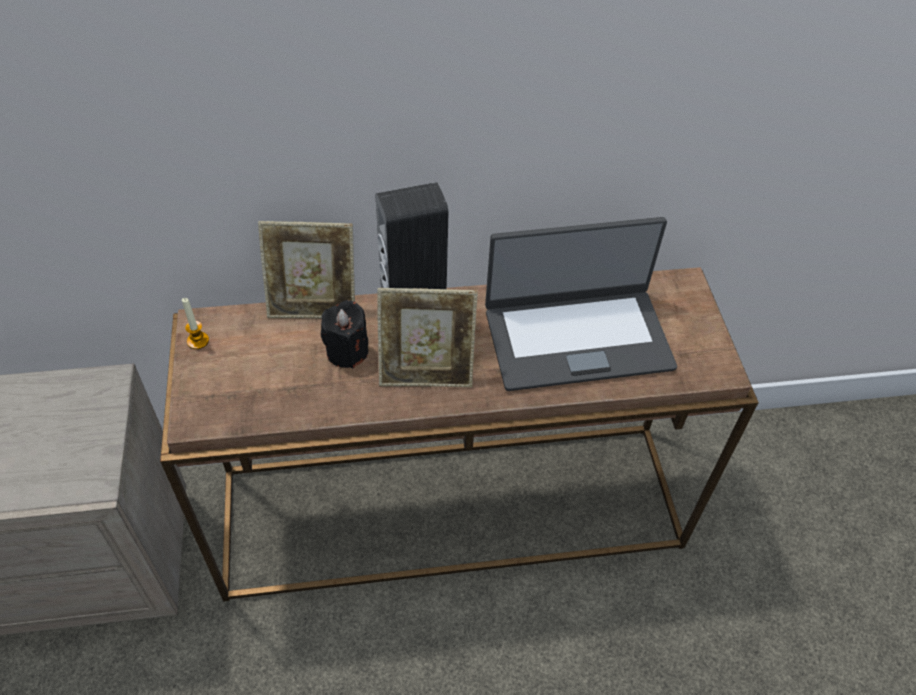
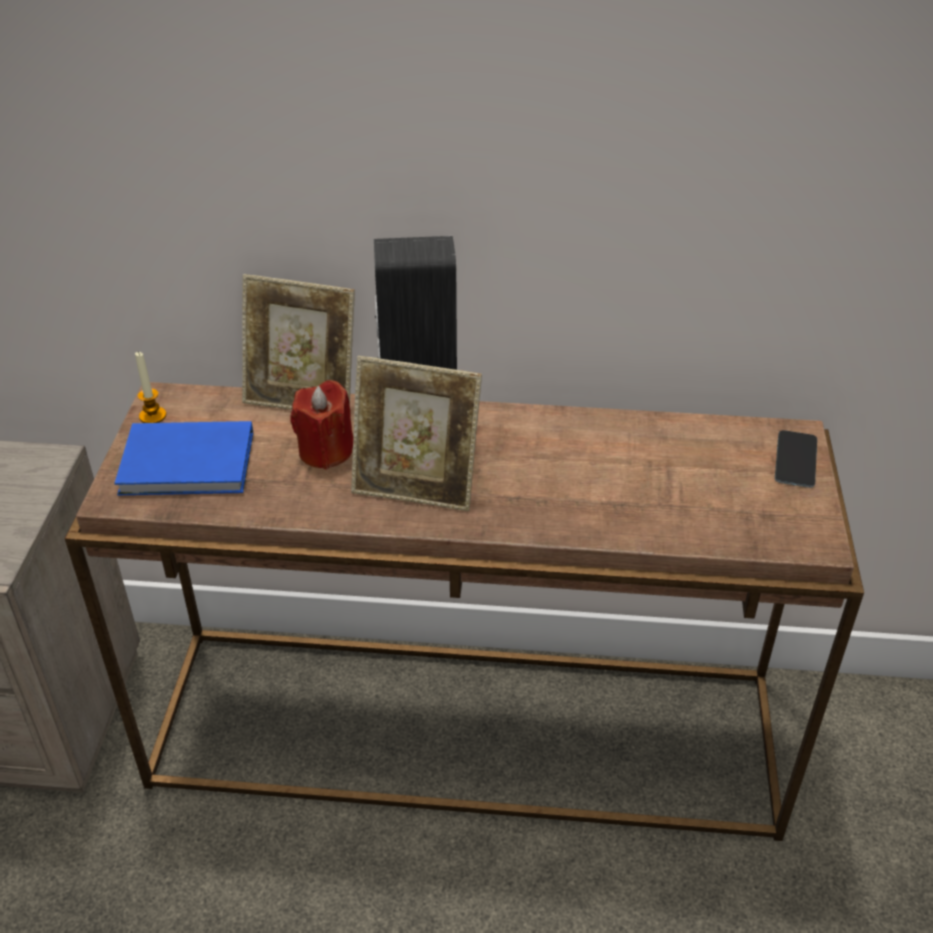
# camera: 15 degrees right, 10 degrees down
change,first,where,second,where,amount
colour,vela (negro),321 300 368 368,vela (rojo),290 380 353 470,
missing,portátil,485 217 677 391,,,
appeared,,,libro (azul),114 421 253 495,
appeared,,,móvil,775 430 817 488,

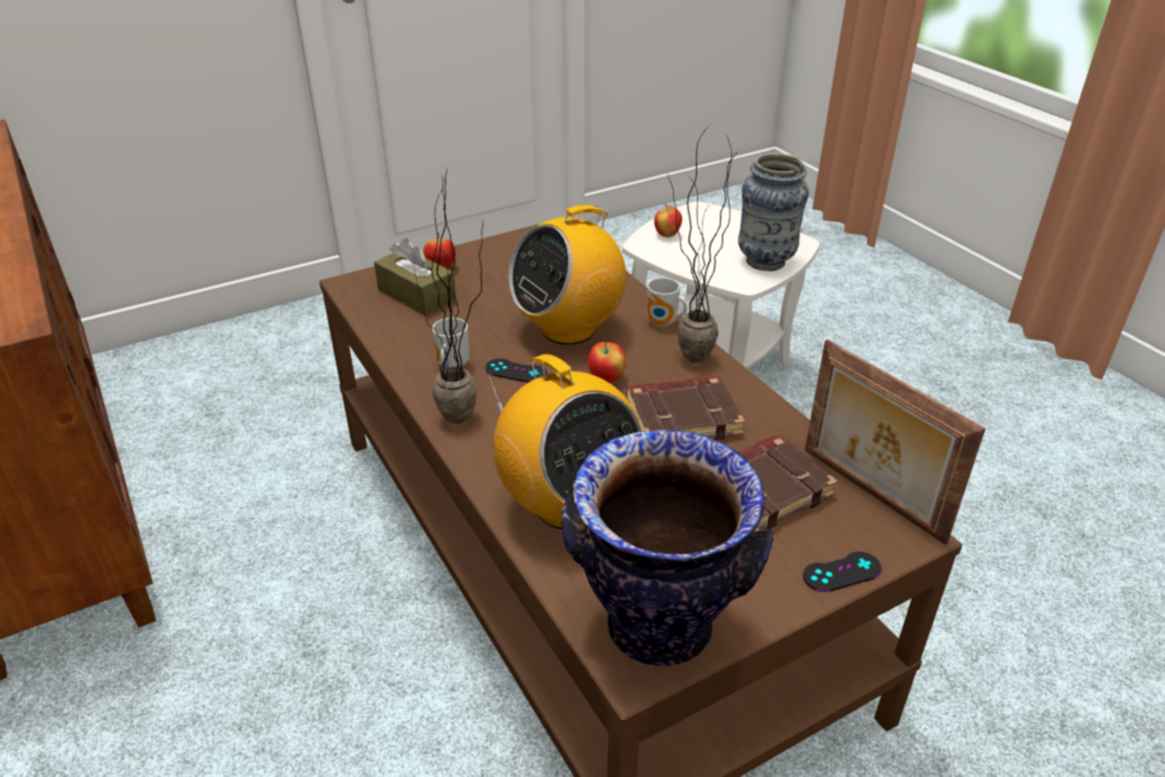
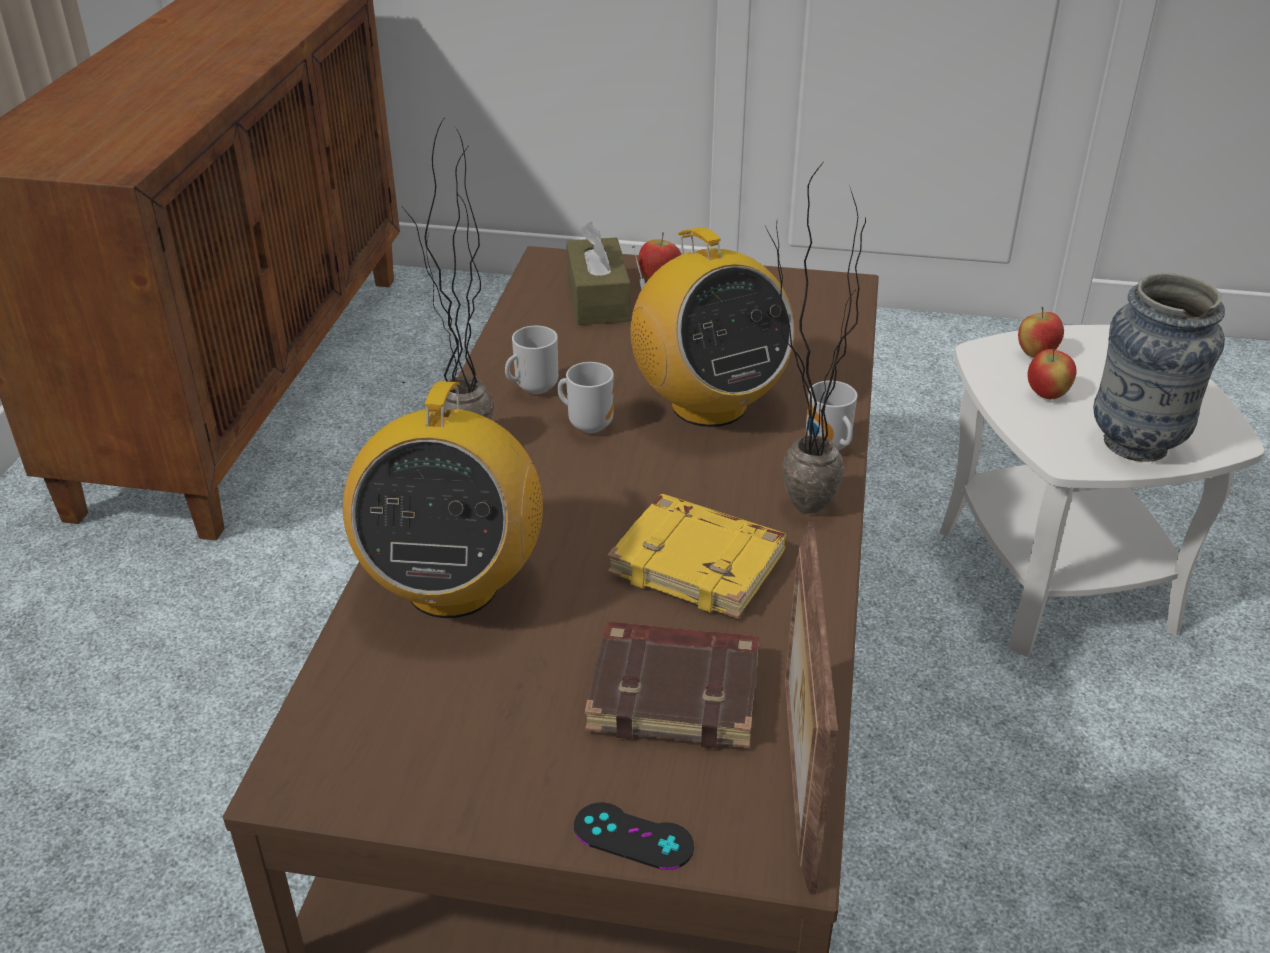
# camera: 40 degrees right, 0 degrees up
change,first,where,second,where,amount
exchanged,mando de consola (negro),485 359 547 383,taza grande,557 362 614 433,
spun,radio,509 205 626 345,,630 227 795 427,120 degrees counterclockwise
missing,florero,561 430 774 666,,,
relocated,manzana,587 342 626 383,,1028 349 1077 399,
colour,libro (marrón),626 375 745 440,libro (amarillo),607 494 787 619,

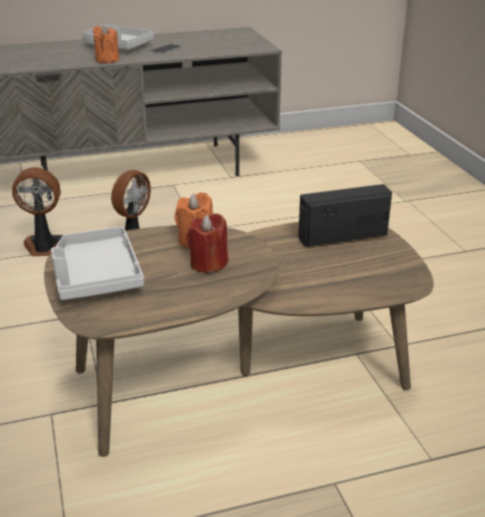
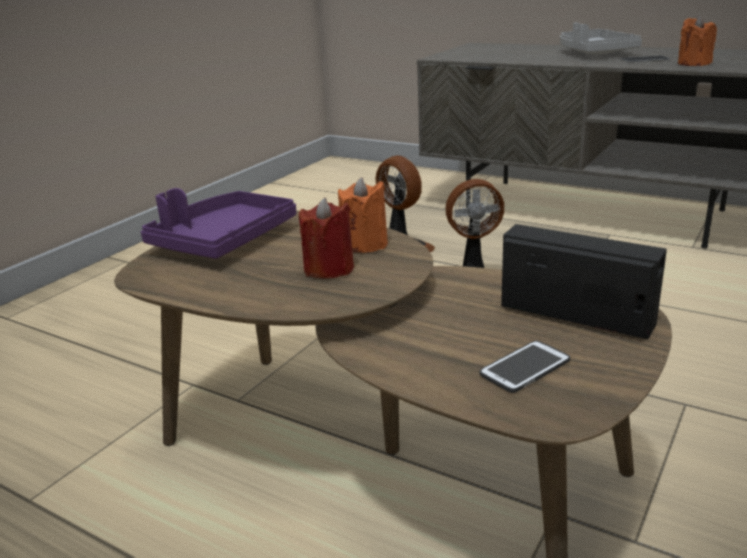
# camera: 50 degrees right, 5 degrees down
change,first,where,second,where,amount
colour,bandeja (gris),51 226 144 300,bandeja (morado),141 188 296 259,
relocated,vela (naranja),93 25 119 63,,678 16 717 66,
appeared,,,móvil,479 340 570 393,

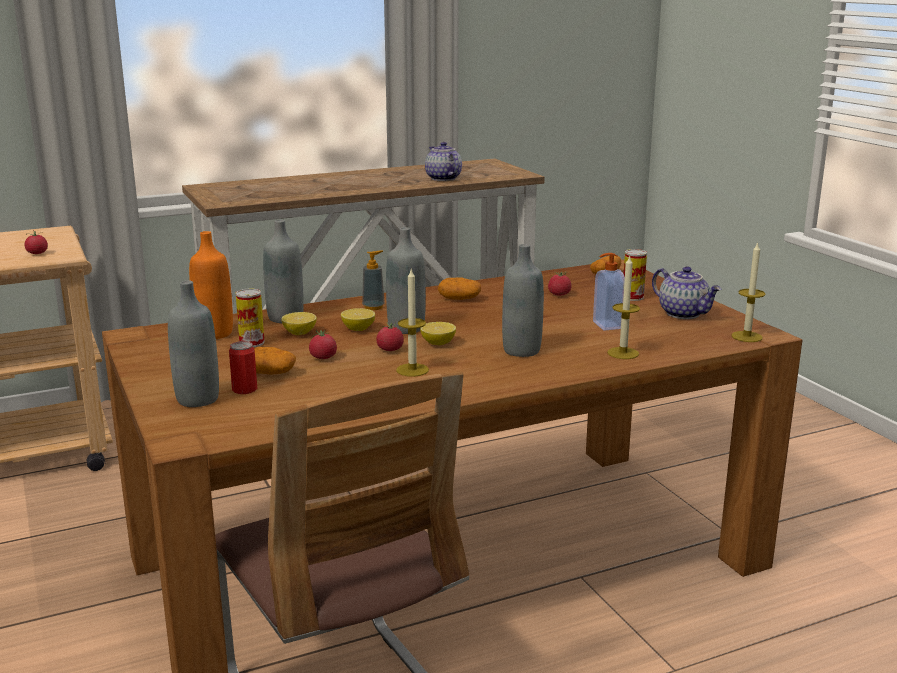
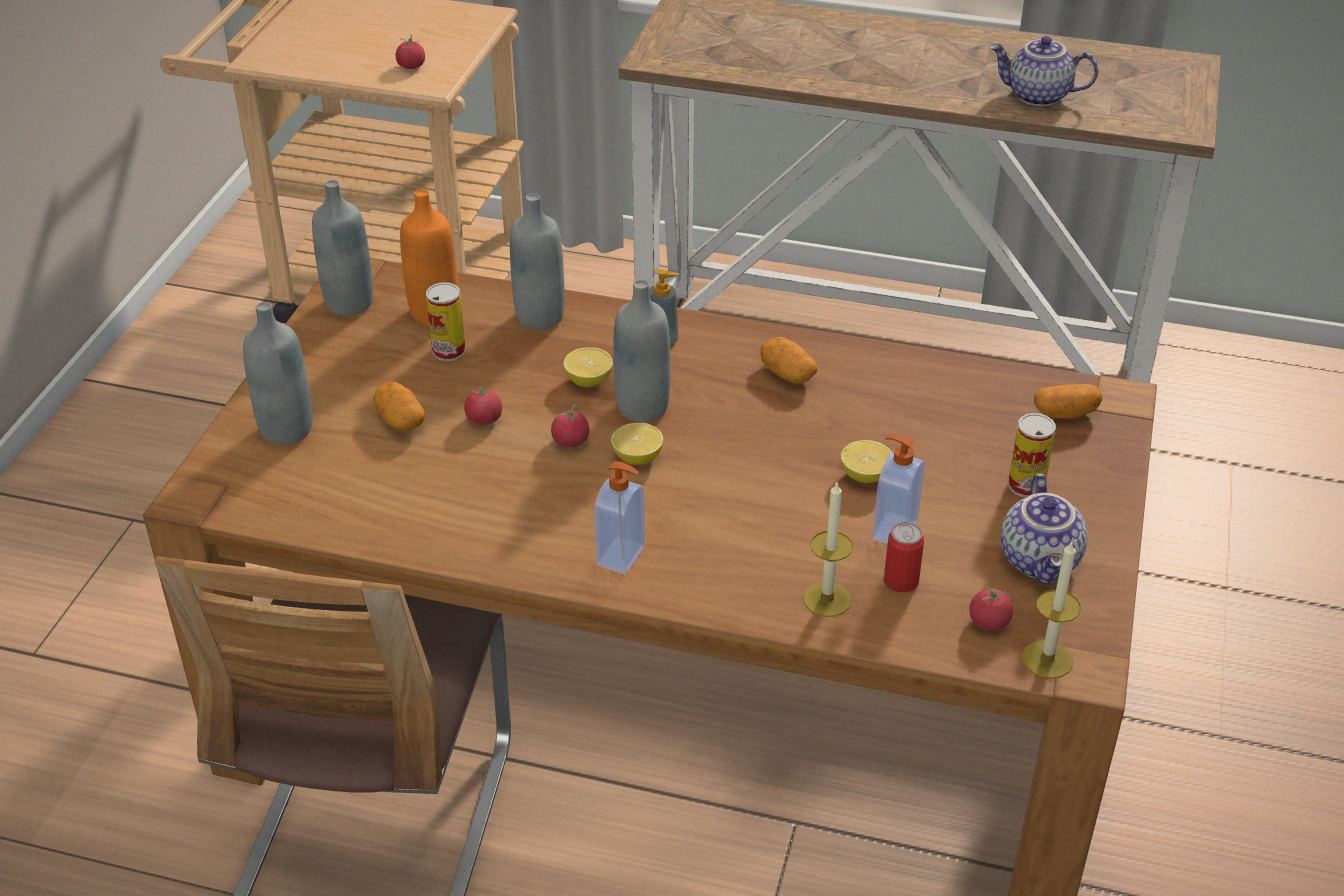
# camera: 40 degrees right, 20 degrees up
change,first,where,second,where,amount
relocated,lata,229 341 257 394,,884 522 924 593,
relocated,limón,281 312 317 335,,841 440 892 483,
missing,vela,396 269 429 377,,,
spun,tetera,425 142 462 181,,990 36 1098 107,90 degrees counterclockwise
relocated,botella (gris),502 244 544 357,,312 180 373 316,
relocated,tomate,548 272 571 296,,969 586 1013 631,
appeared,,,dispensador de jabón,594 461 645 574,

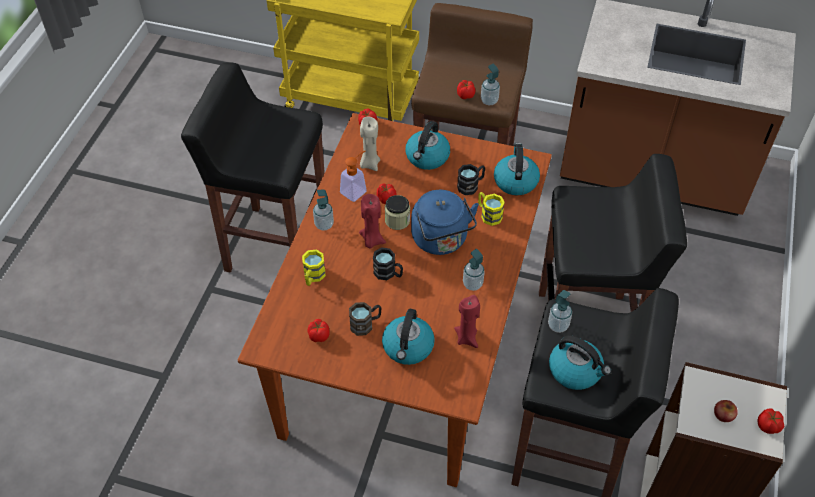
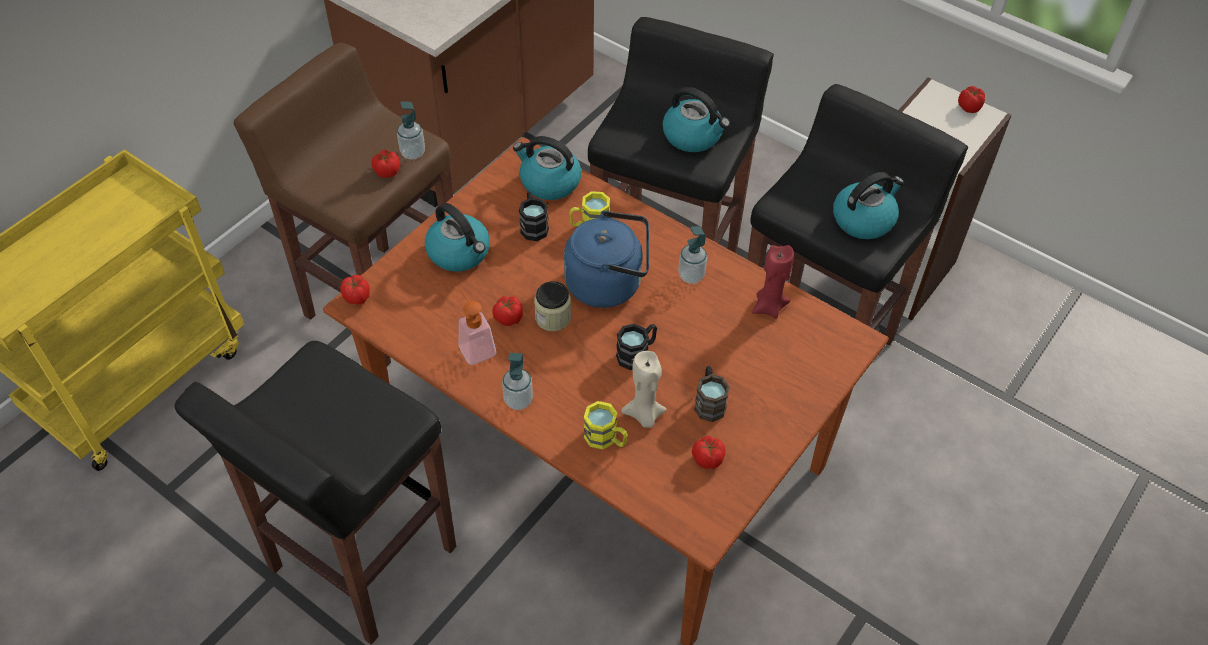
# camera: 70 degrees left, 0 degrees up
change,first,where,second,where,amount
missing,vela (rojo),359 194 386 249,,,
relocated,vela (beis),360 117 380 171,,621 351 667 428,
relocated,hervidor,382 309 435 365,,663 87 730 152,
missing,dispensador de jabón,548 290 572 333,,,
missing,manzana,714 400 738 422,,,

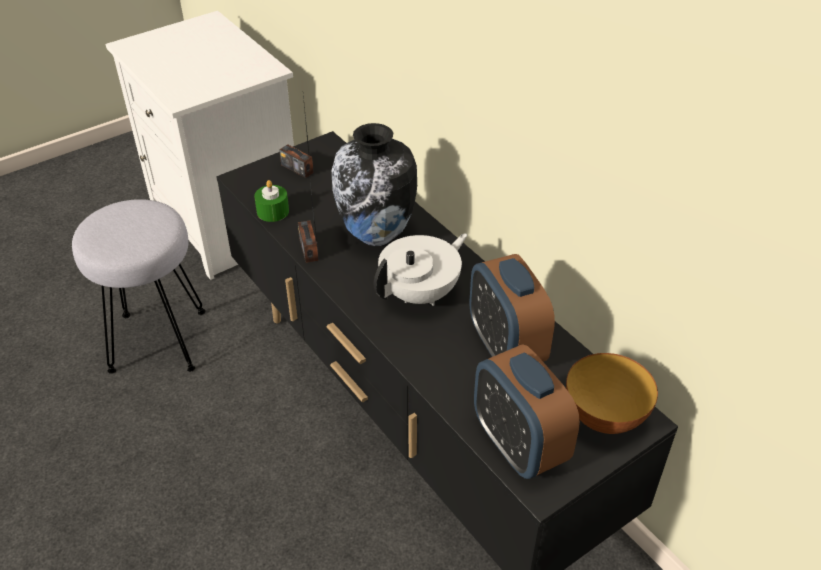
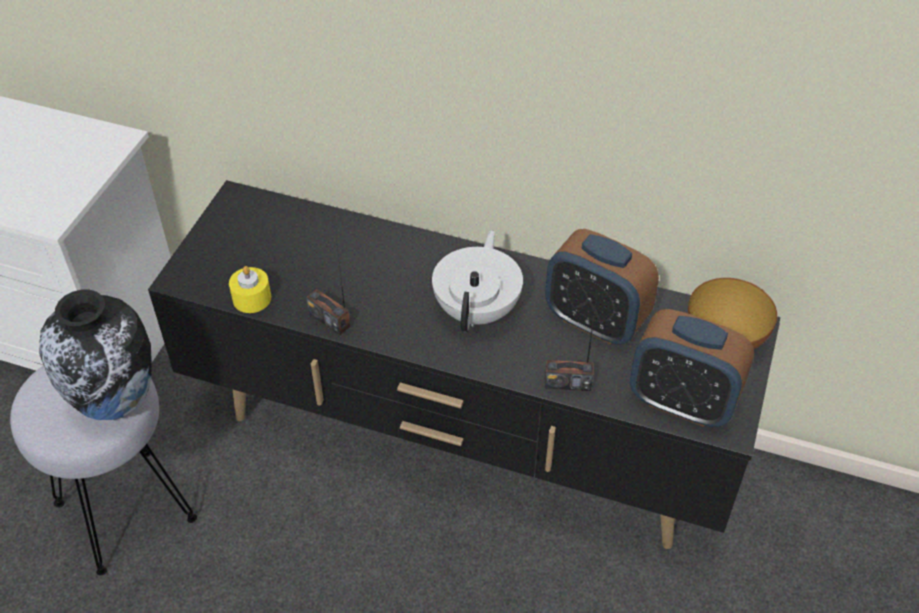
# camera: 35 degrees left, 5 degrees up
change,first,where,second,where,amount
colour,vela (verde),254 180 289 222,vela (amarillo),229 266 271 313,
relocated,radio,279 96 314 178,,545 295 597 391,
relocated,florero,332 123 417 246,,39 290 152 420,

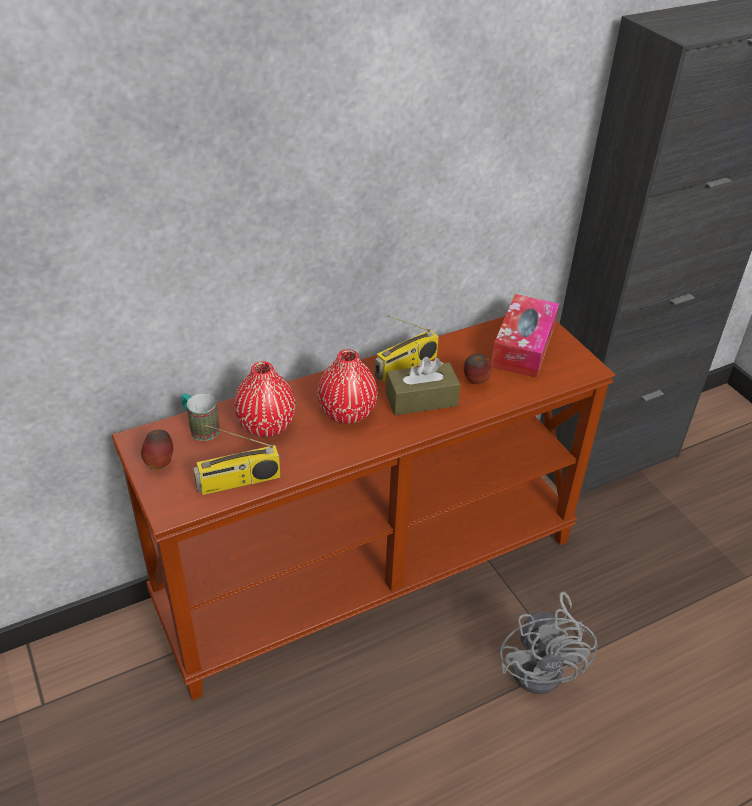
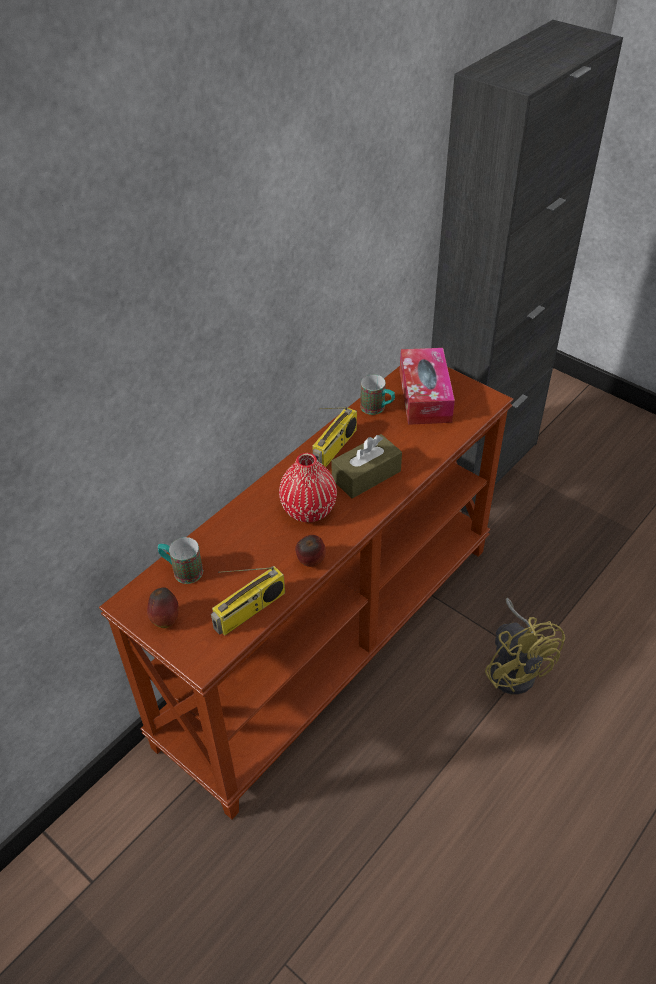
# camera: 20 degrees left, 5 degrees up
change,first,where,second,where,amount
missing,florero (rojo),234 361 296 437,,,
relocated,manzana,464 353 492 384,,295 535 326 567,
colour,ventilador (gris),500 592 598 694,ventilador (amarillo),485 598 565 694,
appeared,,,taza grande,360 375 395 415,

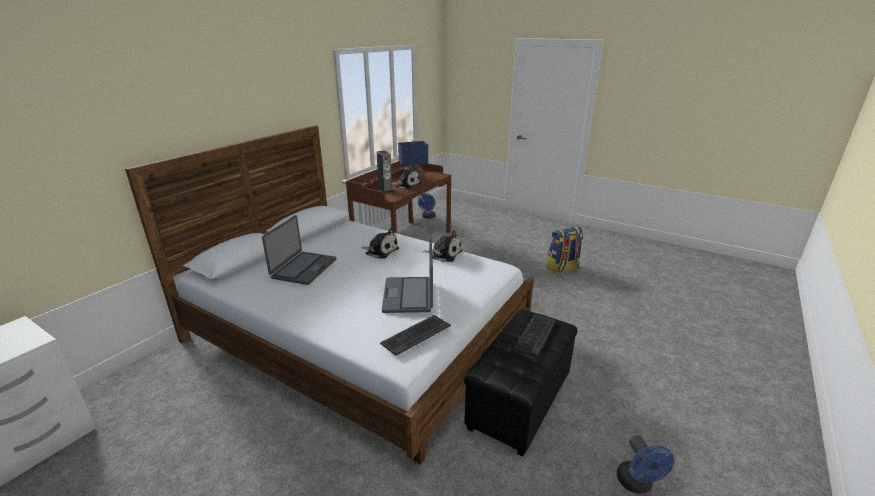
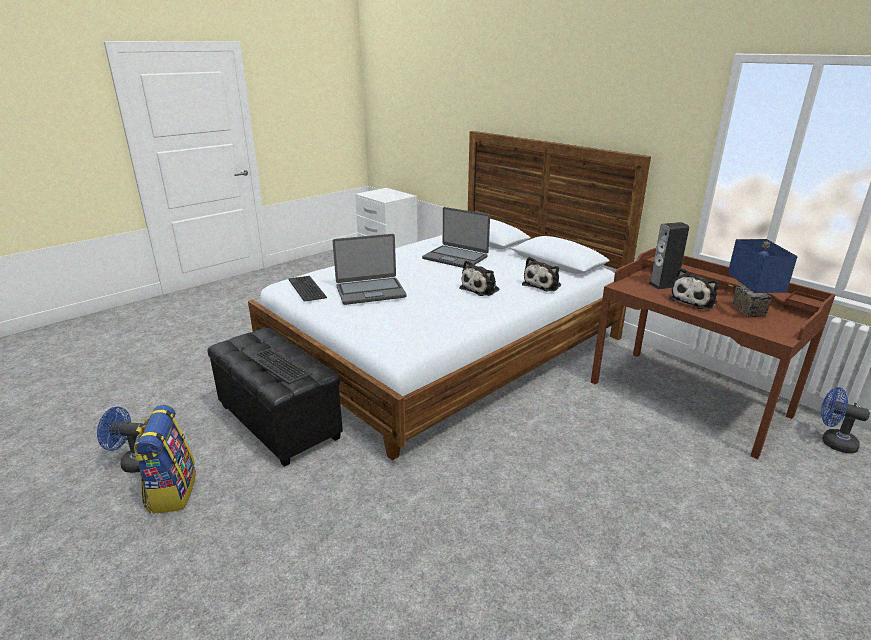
# camera: 105 degrees right, 0 degrees up
change,first,where,second,where,amount
spun,portátil,382 237 433 313,,333 234 407 305,150 degrees clockwise
relocated,peluche,422 230 462 262,,522 257 561 291,
relocated,mochila,546 226 583 274,,134 405 195 514,

